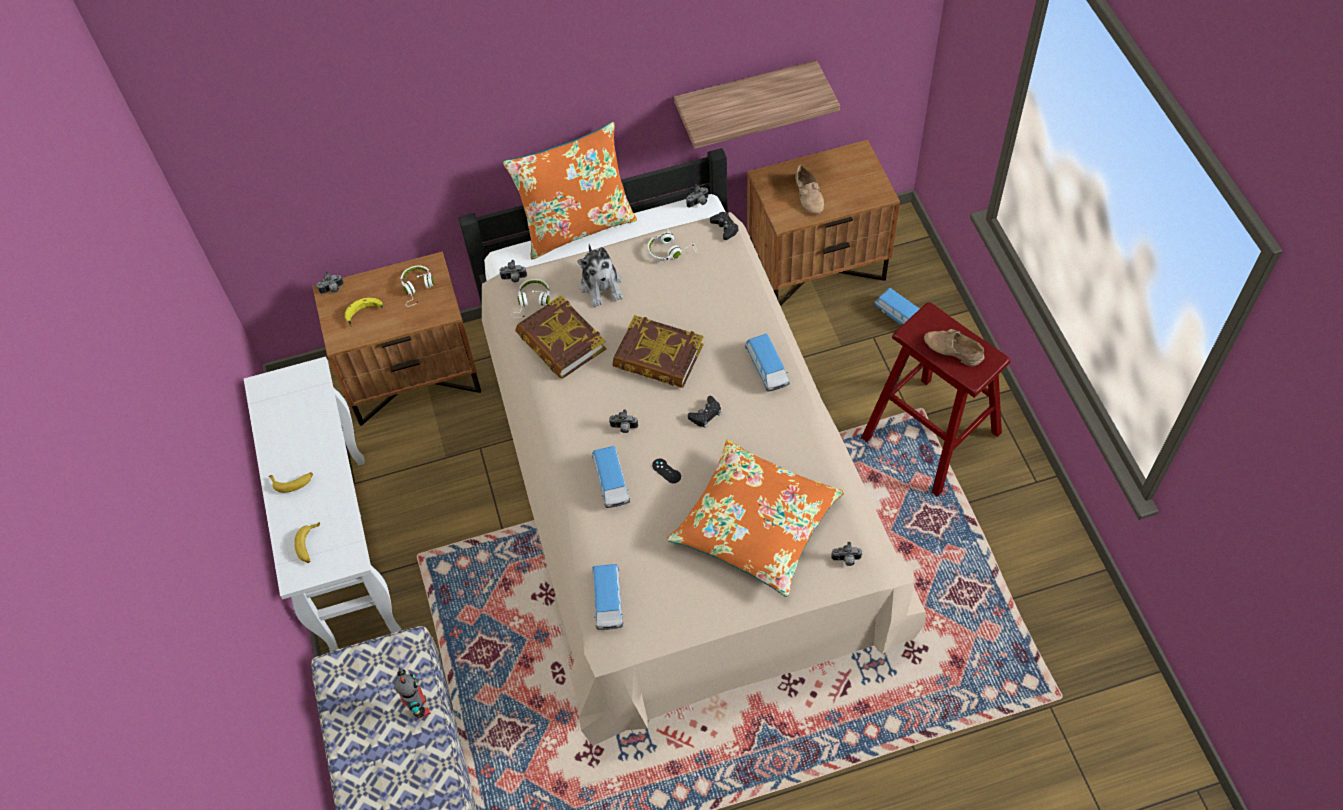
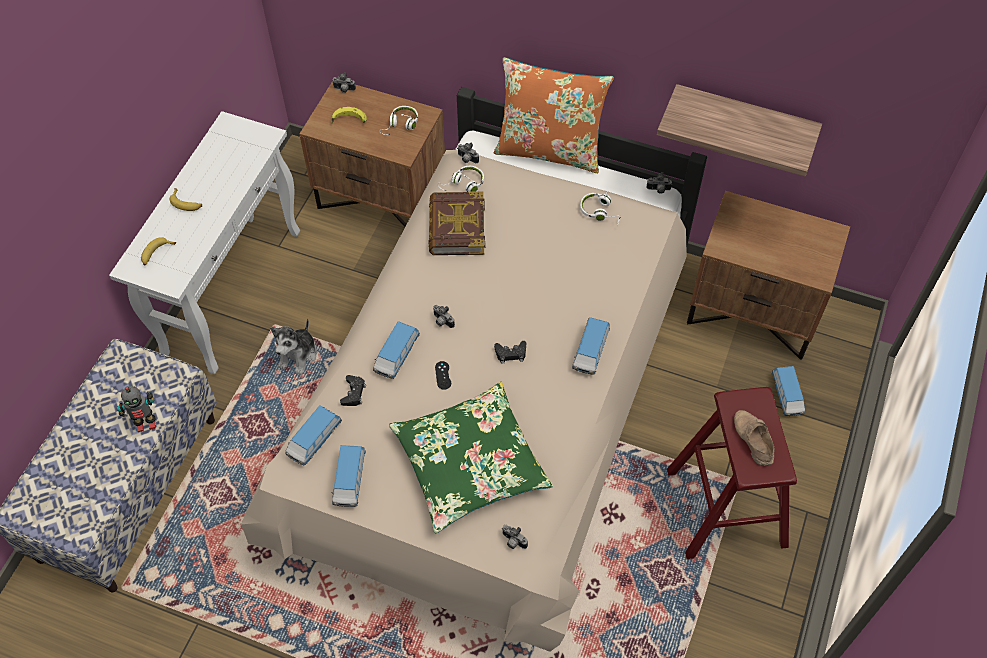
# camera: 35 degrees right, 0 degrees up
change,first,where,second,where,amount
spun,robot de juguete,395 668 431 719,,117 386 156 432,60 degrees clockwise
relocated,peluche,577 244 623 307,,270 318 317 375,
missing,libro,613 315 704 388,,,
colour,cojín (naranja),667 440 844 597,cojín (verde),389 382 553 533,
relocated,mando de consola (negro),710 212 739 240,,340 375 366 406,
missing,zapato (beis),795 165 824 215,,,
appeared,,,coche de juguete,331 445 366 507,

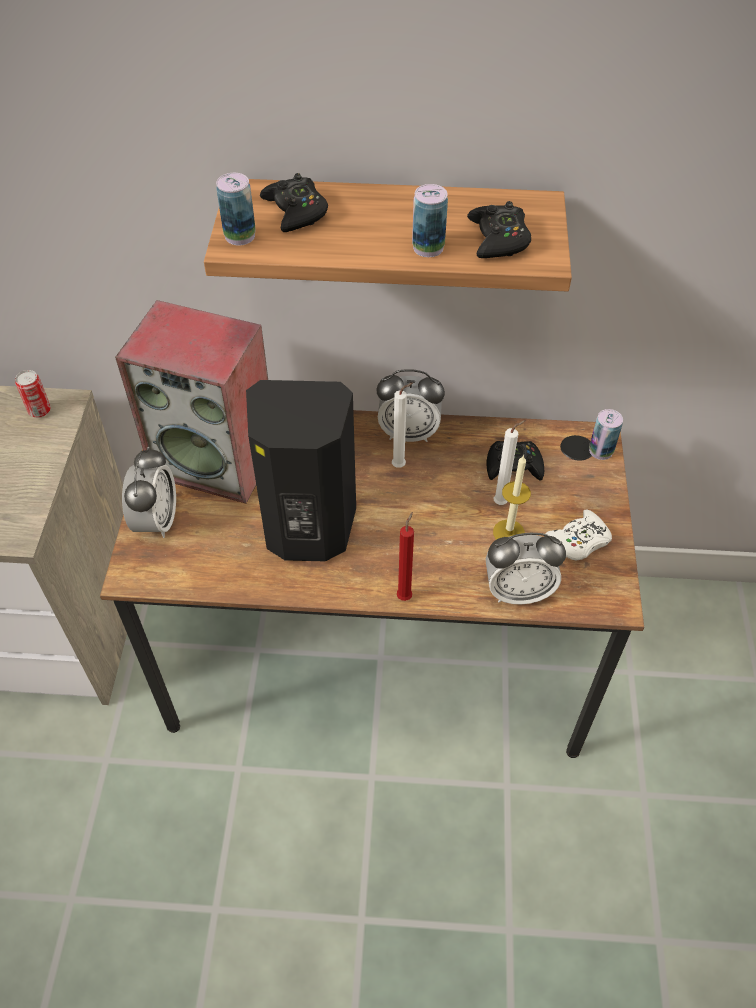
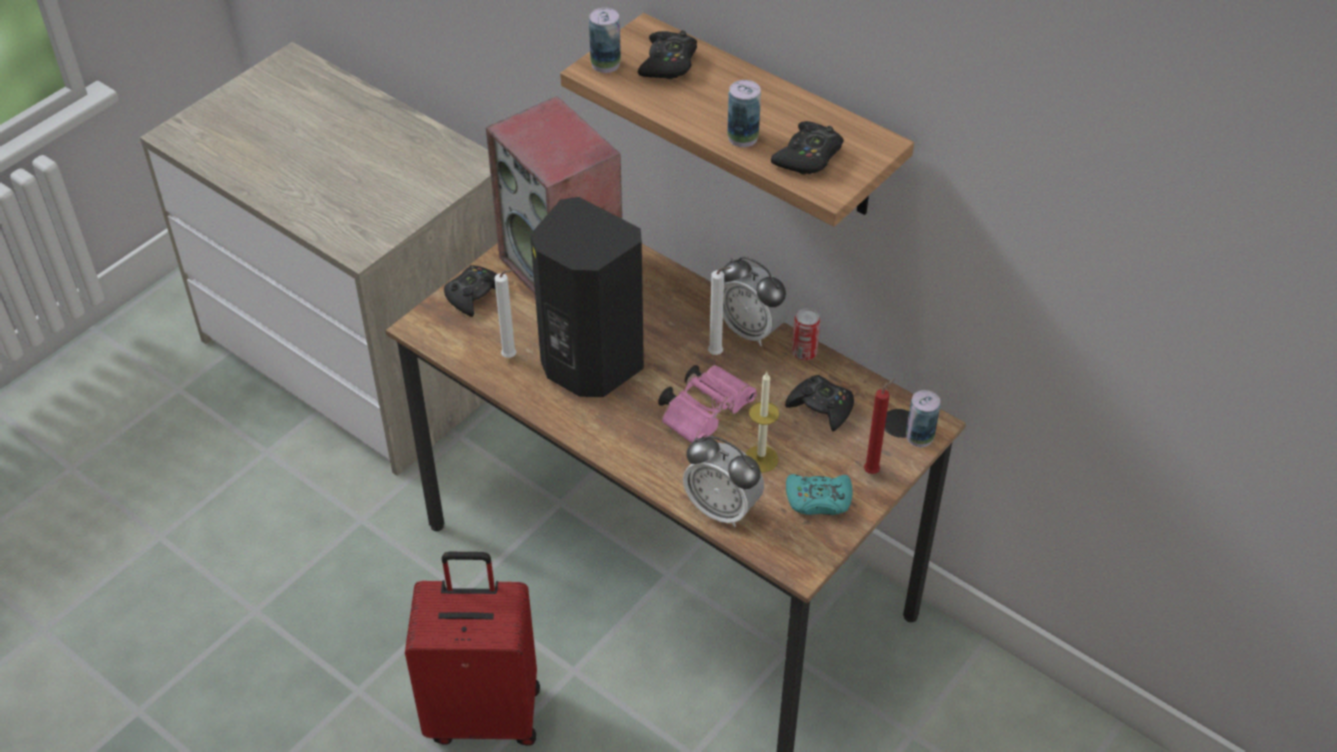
# camera: 35 degrees right, 5 degrees down
change,first,where,second,where,amount
relocated,lata,15 370 51 418,,792 308 820 361,
exchanged,despertador,122 447 176 538,mando de consola (negro),444 265 497 317,
relocated,vela (rojo),397 512 414 601,,864 378 895 474,
relocated,vela (blanco),494 420 526 505,,495 270 516 358,
colour,mando de consola (blanco),545 510 612 560,mando de consola (turquesa),786 474 852 515,
appeared,,,maleta (rojo),405 552 540 746,
appeared,,,prismáticos (rosa),658 365 757 443,

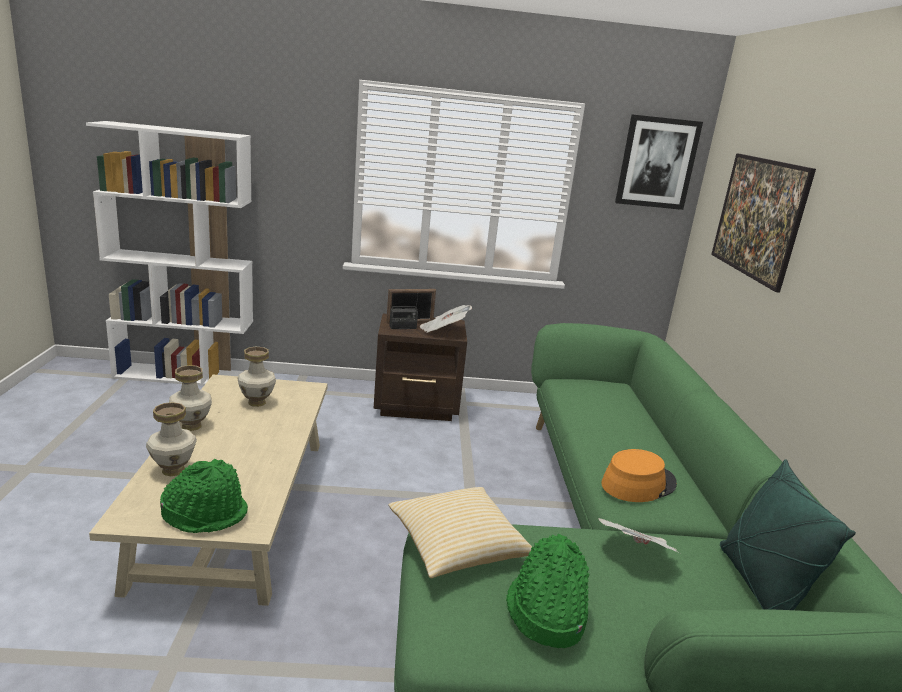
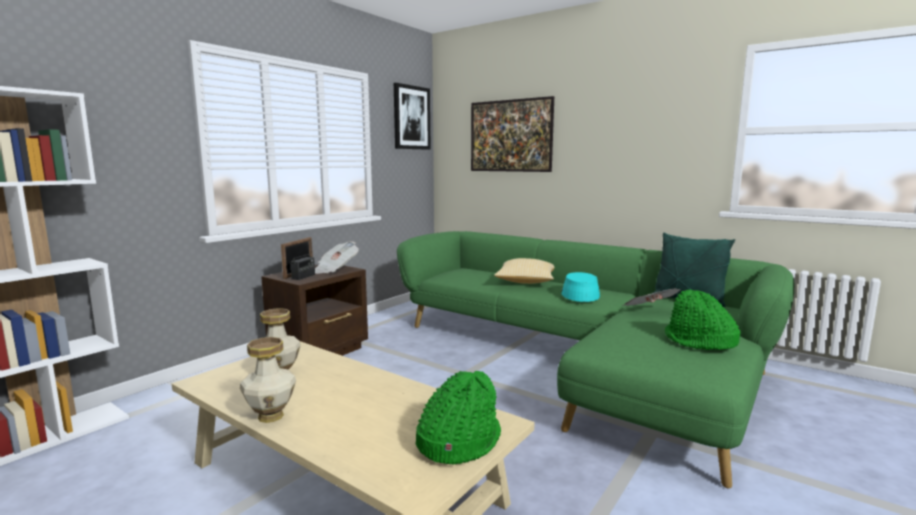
# camera: 50 degrees left, 10 degrees down
change,first,where,second,where,amount
missing,florero,146 402 197 476,,,
relocated,cojín,388 487 532 578,,494 258 554 284,
colour,sombrero (naranja),601 449 677 502,sombrero (turquesa),561 272 600 302,

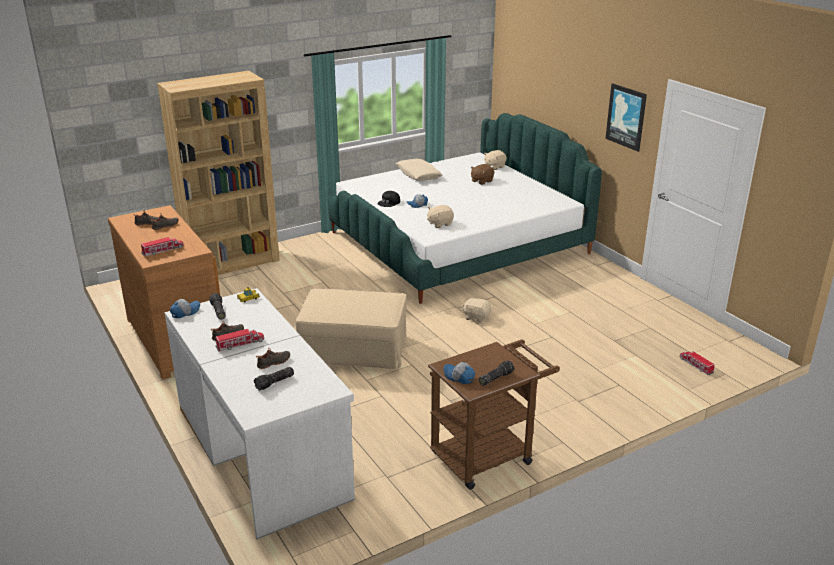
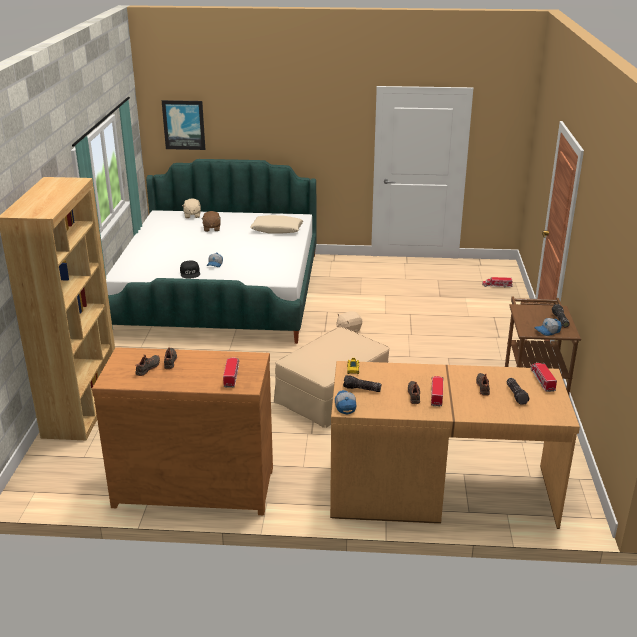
# camera: 55 degrees left, 0 degrees up
change,first,where,second,where,amount
colour,escritorio (blanco),165 288 355 539,escritorio (marrón),330 361 580 529,
relocated,cojín (beis),396 159 442 181,,250 215 303 234,
missing,peluche (beis),427 205 454 228,,,
relocated,cuadro,605 83 647 152,,162 100 206 150,
appeared,,,camión de juguete,530 363 557 392,

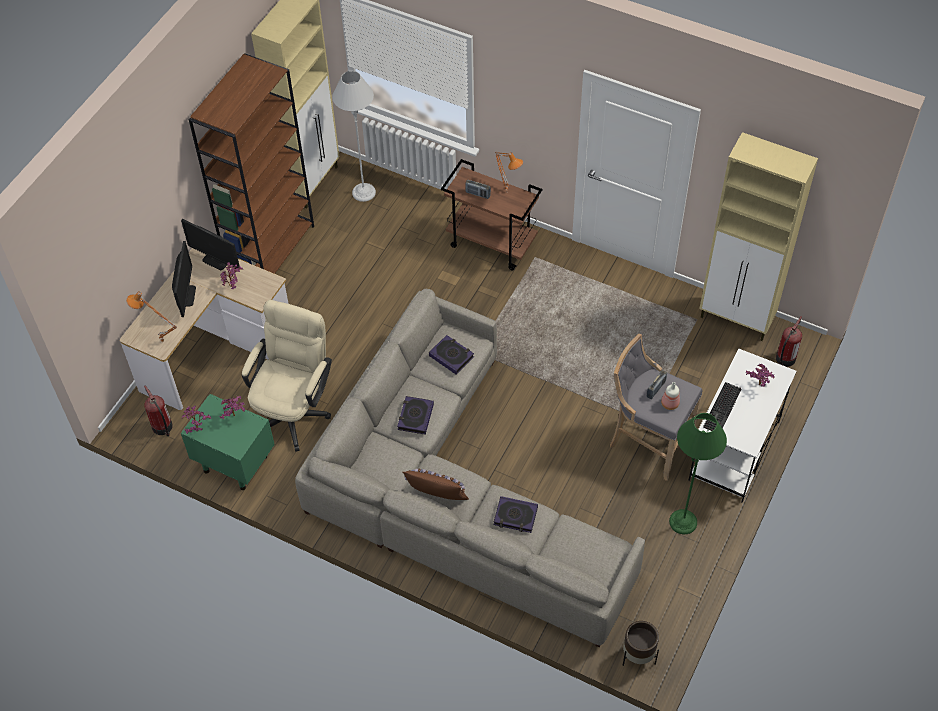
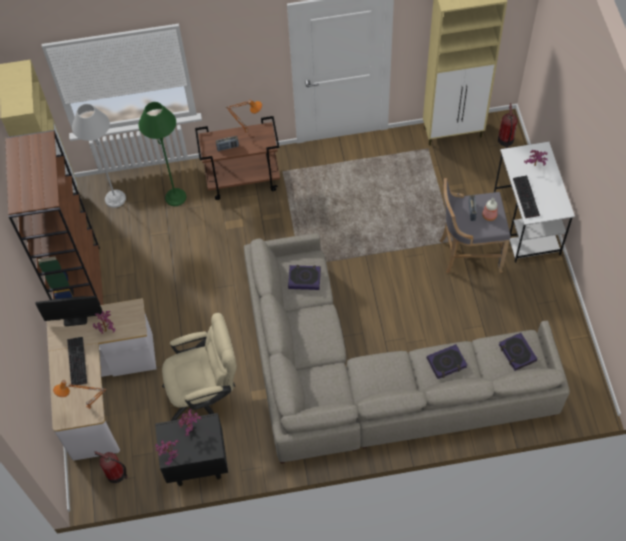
# camera: 35 degrees left, 5 degrees up
change,first,where,second,where,amount
exchanged,monitor,172 241 196 317,teclado,67 337 87 385,
colour,mesita de noche (verde),181 394 275 490,mesita de noche (negro),155 413 228 486,
spun,silla de oficina (beis),242 300 332 452,,162 313 237 421,90 degrees clockwise
relocated,libro,397 396 434 435,,498 333 537 371,
missing,cojín (marrón),402 469 469 500,,,
missing,maceta (marrón),623 621 659 666,,,
relocated,lámpara de pie (verde),669 413 727 535,,139 102 186 206,

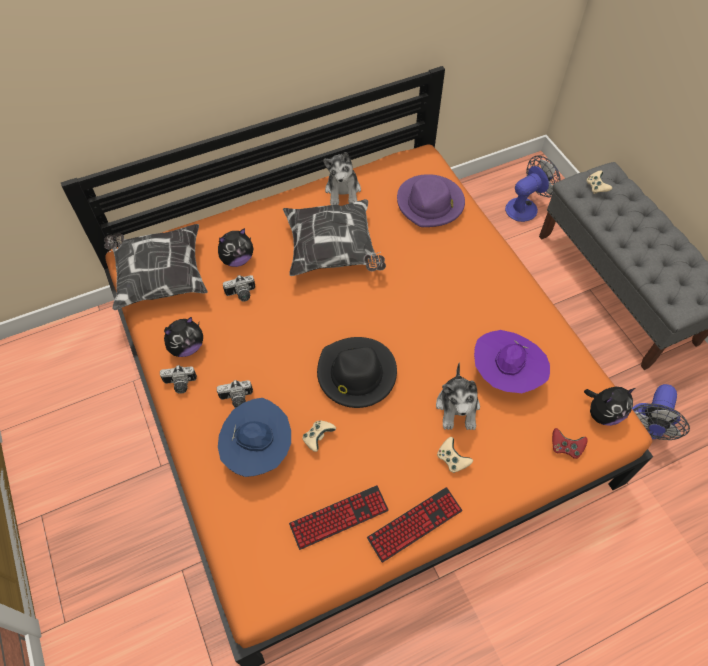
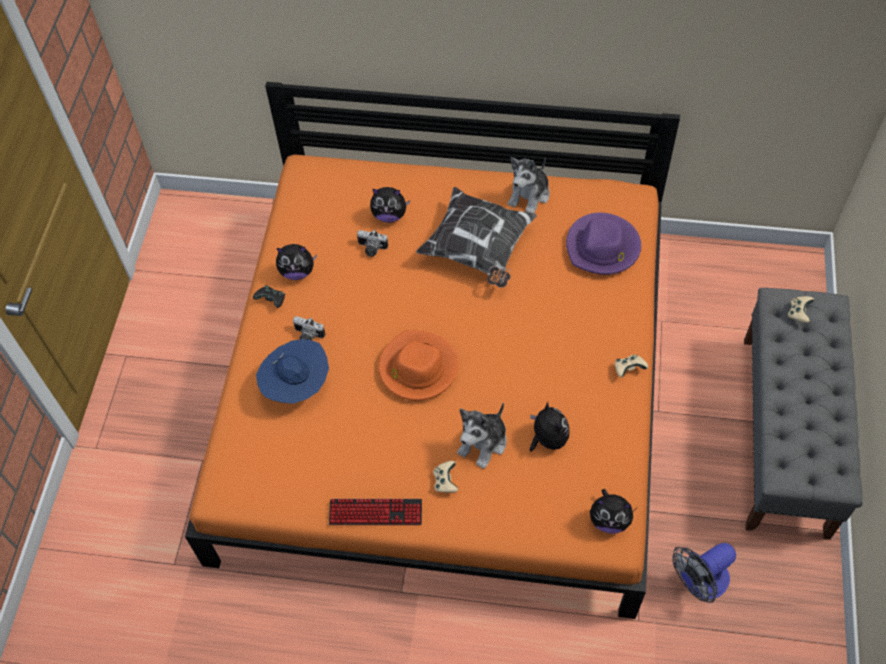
# camera: 35 degrees right, 0 degrees up
change,first,where,second,where,amount
missing,cojín,104 224 208 310,,,
exchanged,cámara,160 365 197 394,mando de consola (negro),253 285 285 308,
missing,teclado,289 485 389 550,,,
relocated,mando de consola (beis),302 421 336 452,,615 355 648 378,
colour,sombrero (negro),317 337 397 408,sombrero (naranja),378 330 459 401,
exchanged,sombrero (morado),474 330 550 393,peluche,530 402 570 452,
missing,ventilador,505 156 561 222,,,
missing,mando de consola (rojo),552 428 588 459,,,

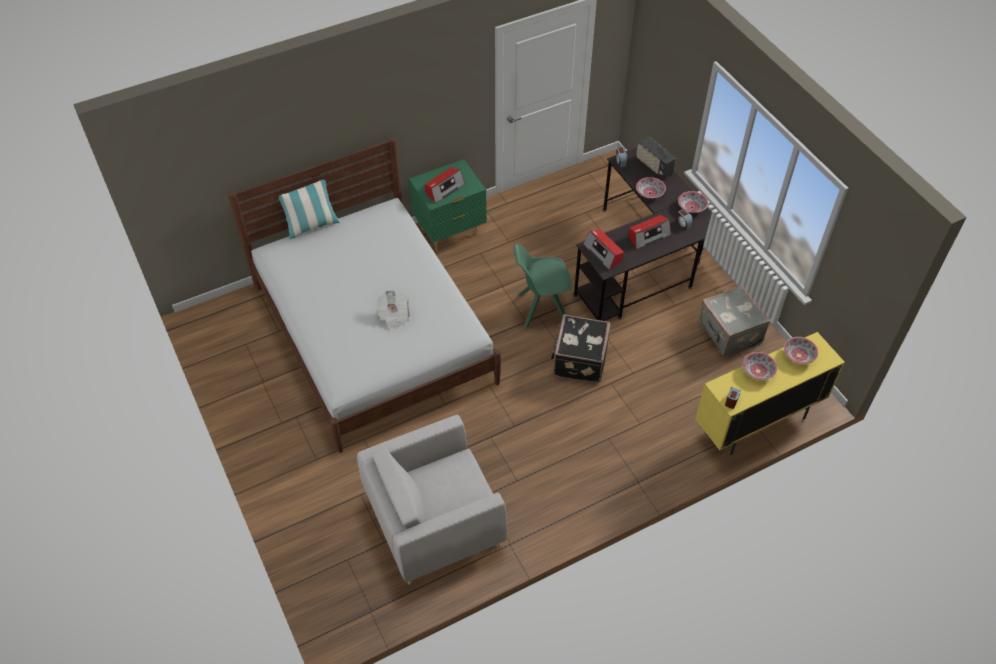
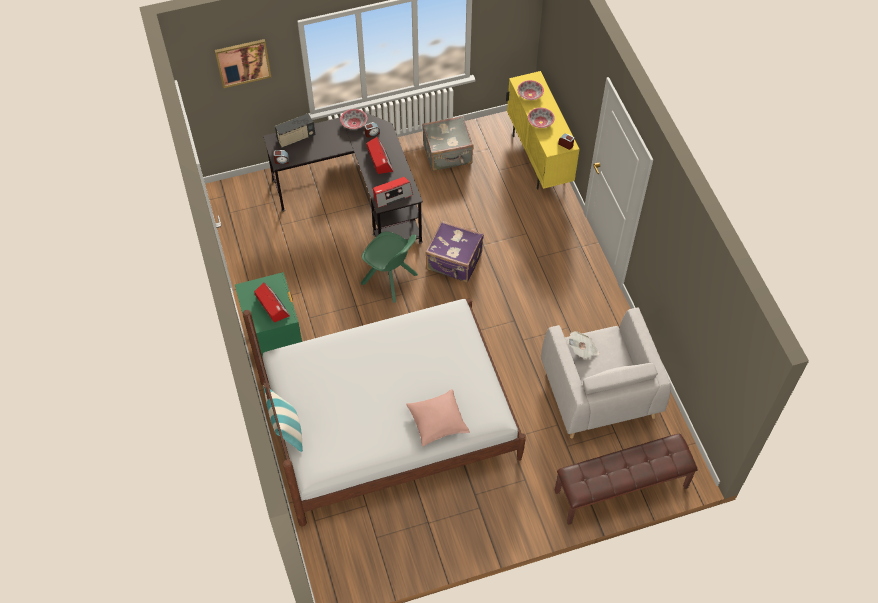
# camera: 80 degrees left, 5 degrees up
change,first,where,second,where,amount
relocated,periódico,376 289 410 330,,567 331 599 359,
spun,silla (verde),513 243 572 328,,361 231 418 303,60 degrees counterclockwise
colour,maleta (negro),551 314 611 383,maleta (morado),425 220 484 283,
missing,cuenco,636 177 666 199,,,
appeared,,,cuadro,215 39 271 88,
appeared,,,cojín (rosa),406 389 470 447,
appeared,,,banco (marrón),555 434 698 525,

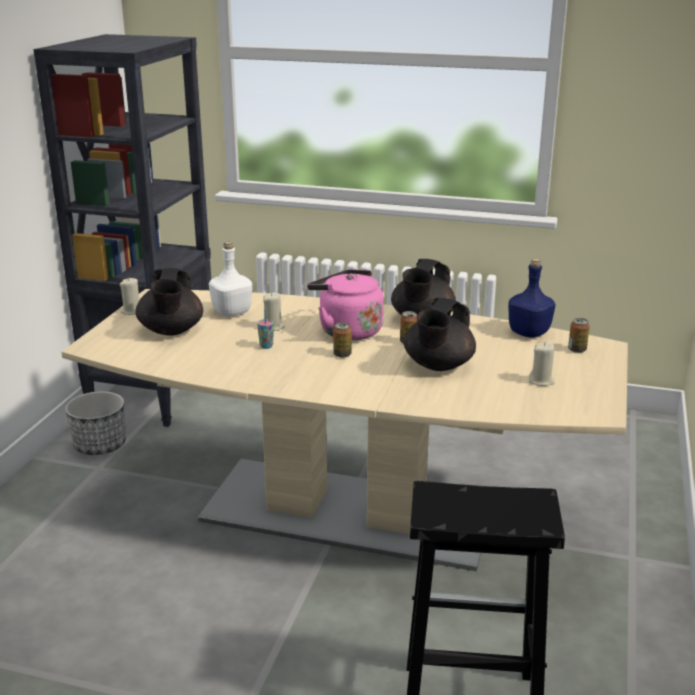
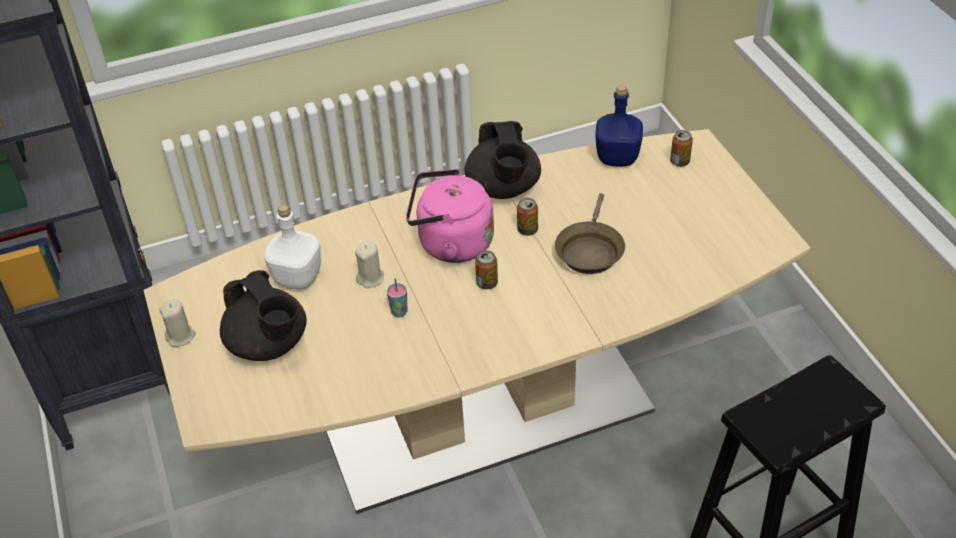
# camera: 35 degrees left, 20 degrees up
change,first,where,second,where,amount
missing,maceta,65 391 126 455,,,
exchanged,tetera (negro),404 297 476 371,sartén (marrón),555 193 625 274,
missing,vela (beis),529 342 555 386,,,

